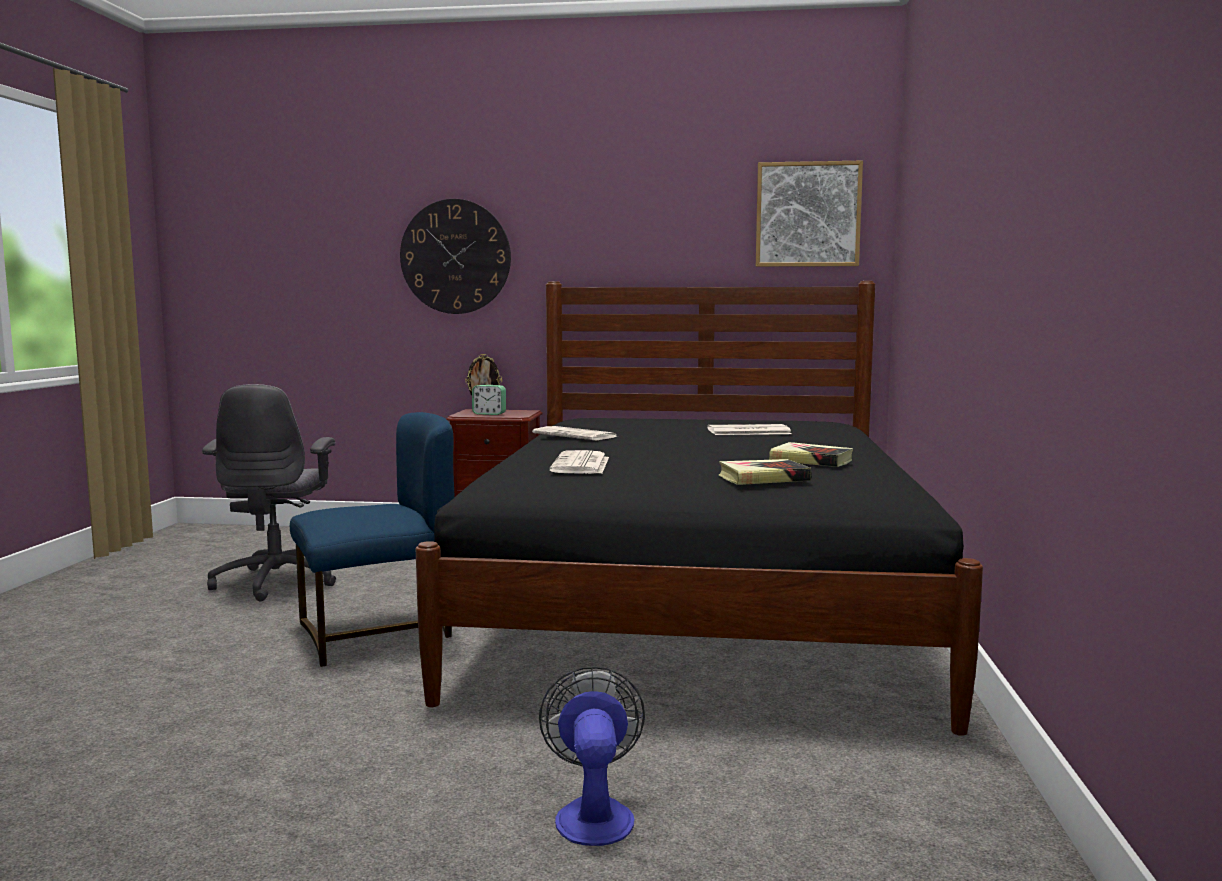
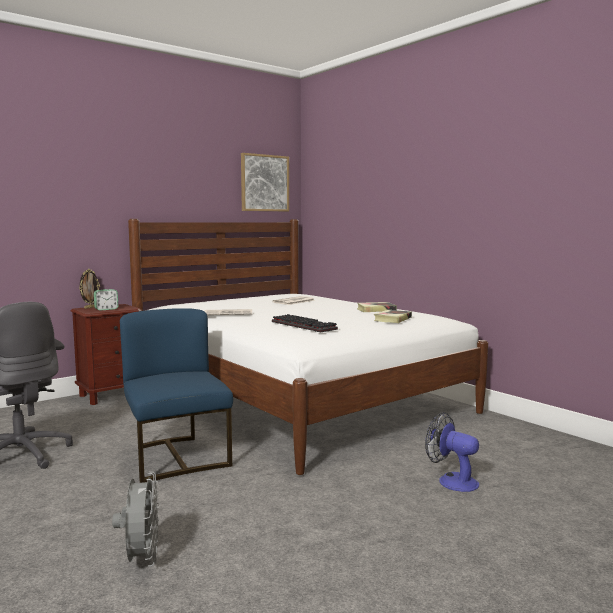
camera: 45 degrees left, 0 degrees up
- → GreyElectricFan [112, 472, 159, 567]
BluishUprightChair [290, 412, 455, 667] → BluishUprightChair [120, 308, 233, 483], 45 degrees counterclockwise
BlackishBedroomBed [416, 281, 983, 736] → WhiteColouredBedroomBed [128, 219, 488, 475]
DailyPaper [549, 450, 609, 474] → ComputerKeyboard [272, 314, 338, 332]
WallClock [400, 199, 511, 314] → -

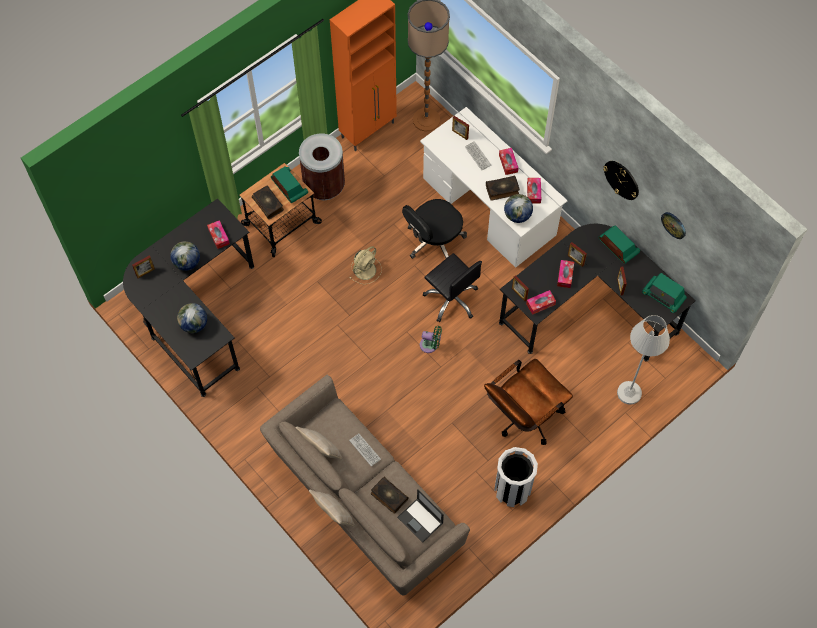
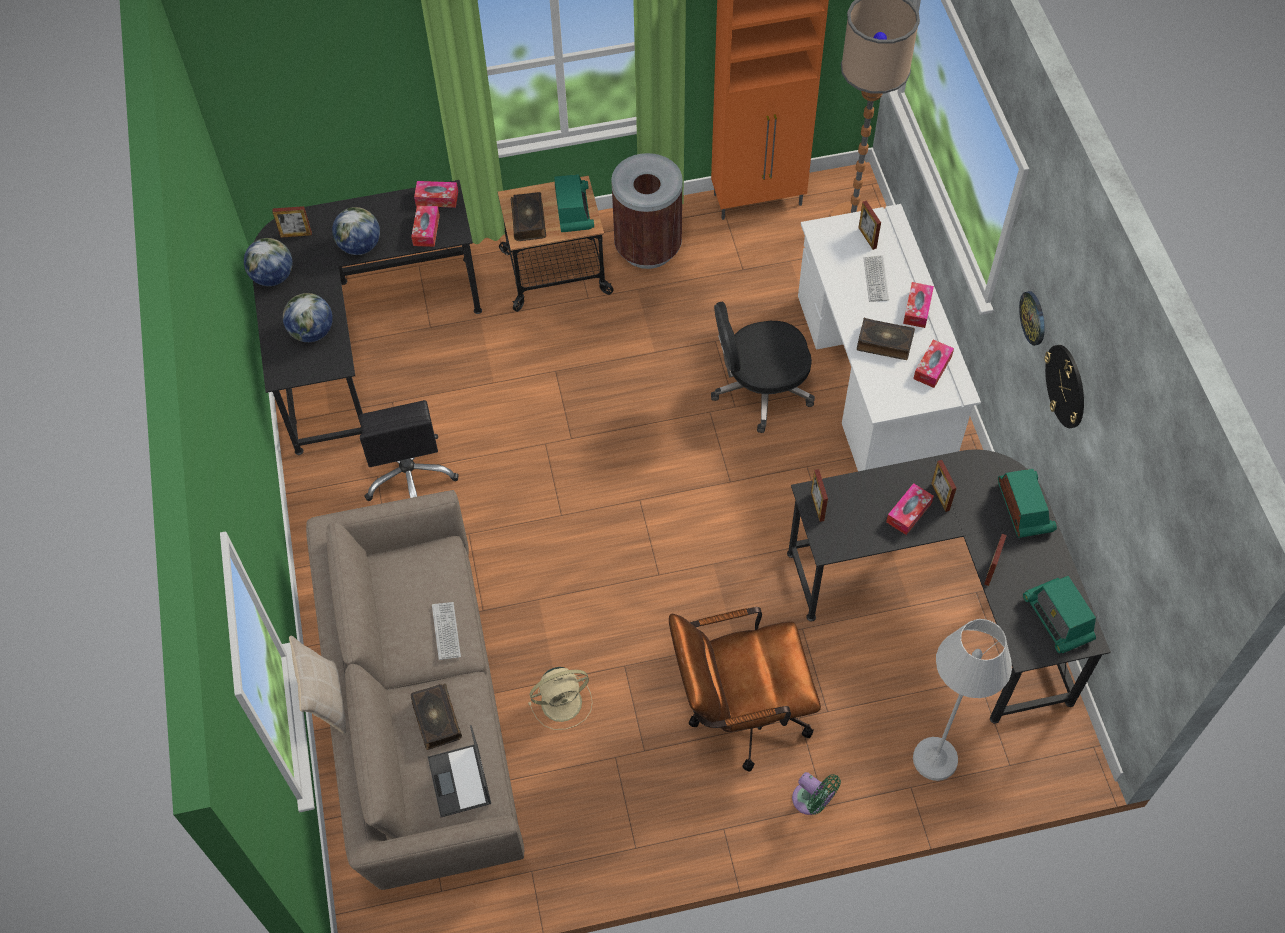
camera: 30 degrees right, 5 degrees down
DeskGlobe [504, 194, 533, 223] → DeskGlobe [244, 238, 293, 286], move
BlackishOfficeChair [423, 253, 482, 322] → BlackishOfficeChair [359, 400, 459, 501], move
BoxOfTissues [526, 290, 556, 315] → BoxOfTissues [414, 181, 458, 208], move
SandColouredElectricFan [350, 246, 382, 284] → SandColouredElectricFan [528, 667, 593, 730], move
GreenishElectricFan [420, 326, 442, 353] → GreenishElectricFan [792, 772, 841, 815], move
WallClock [661, 212, 686, 239] → WallClock [1019, 291, 1045, 346], move
SandColouredCushion [296, 426, 342, 459] → -
WhiteColouredTrashCan [494, 447, 538, 507] → -

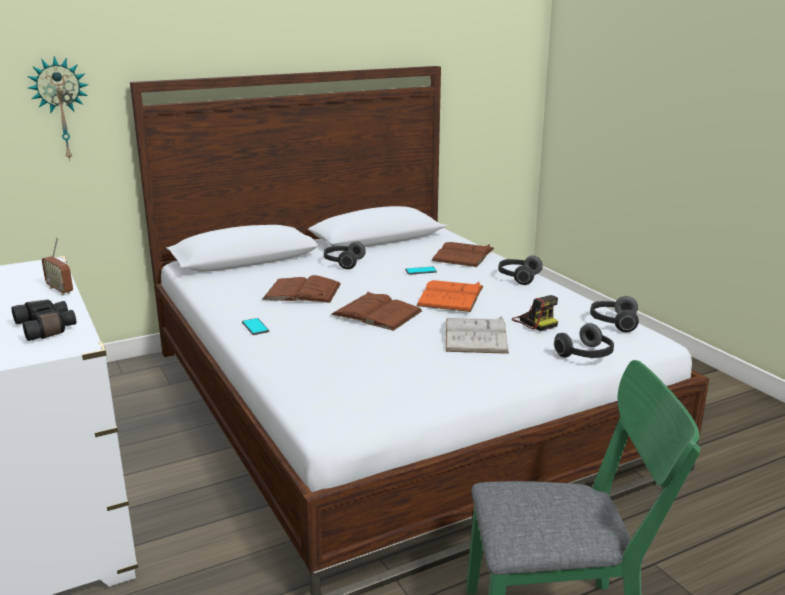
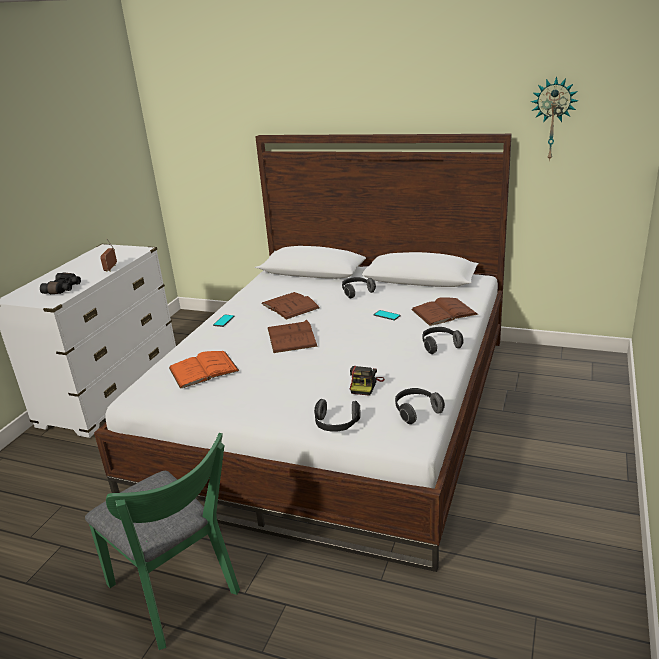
camera: 50 degrees right, 5 degrees up
OrangeBoundBook [416, 280, 483, 312] → OrangeBoundBook [169, 351, 239, 389], move
WallClock [27, 56, 88, 161] → WallClock [531, 76, 579, 162], move
WhiteColouredBoundBook [446, 316, 509, 354] → -

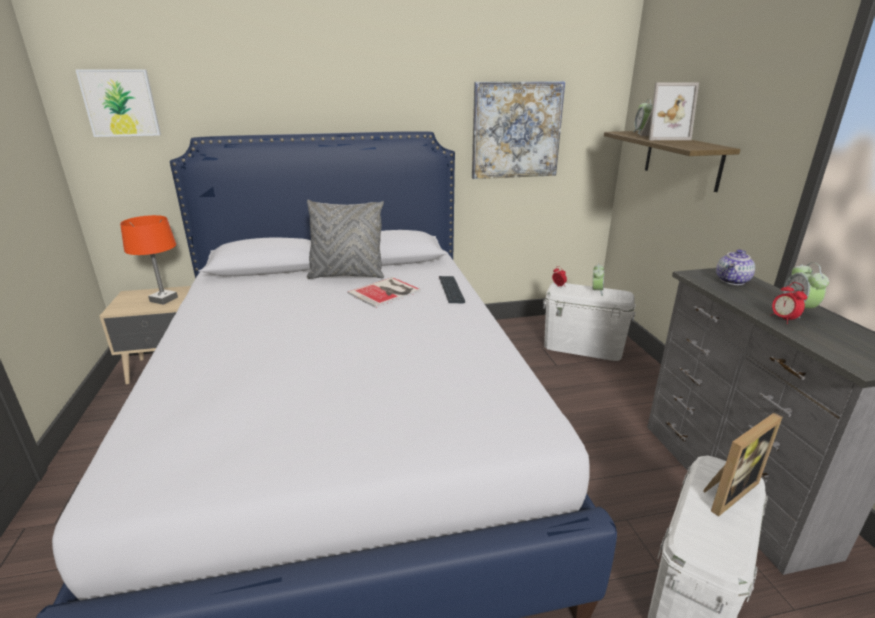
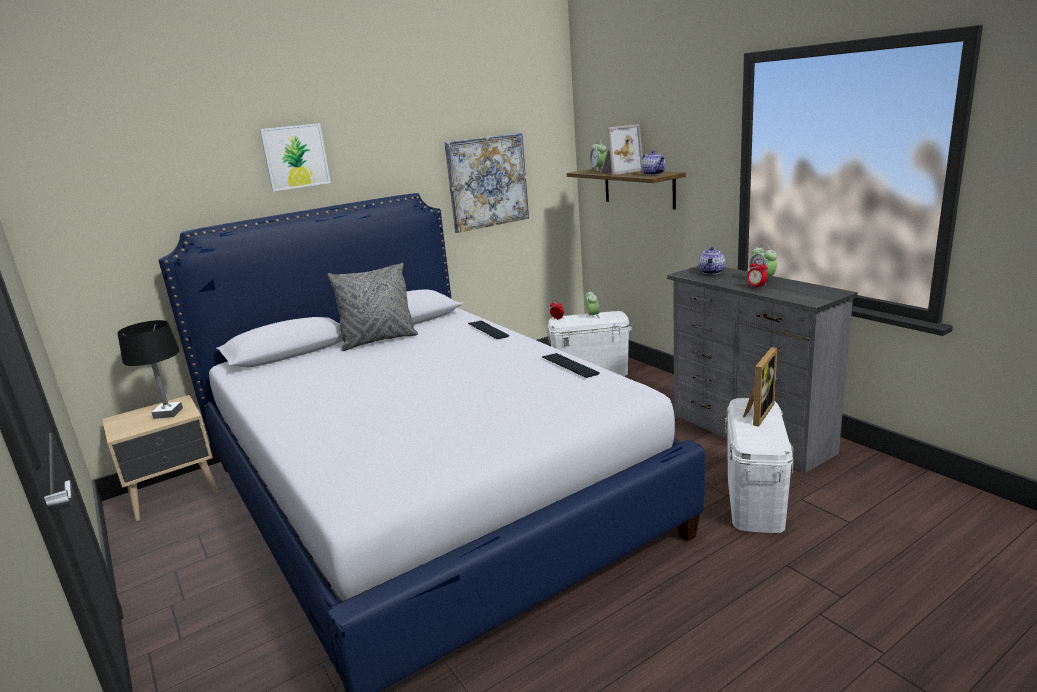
camera: 20 degrees left, 5 degrees down
OrangeTableLamp [120, 215, 178, 305] → BlackishTableLamp [118, 320, 183, 419]
WallArt [76, 70, 161, 137] → WallArt [259, 123, 331, 191], move
- → ComputerKeyboard [542, 353, 600, 378]
- → PotForTea [641, 150, 666, 175]
BoundBook [347, 277, 421, 308] → -

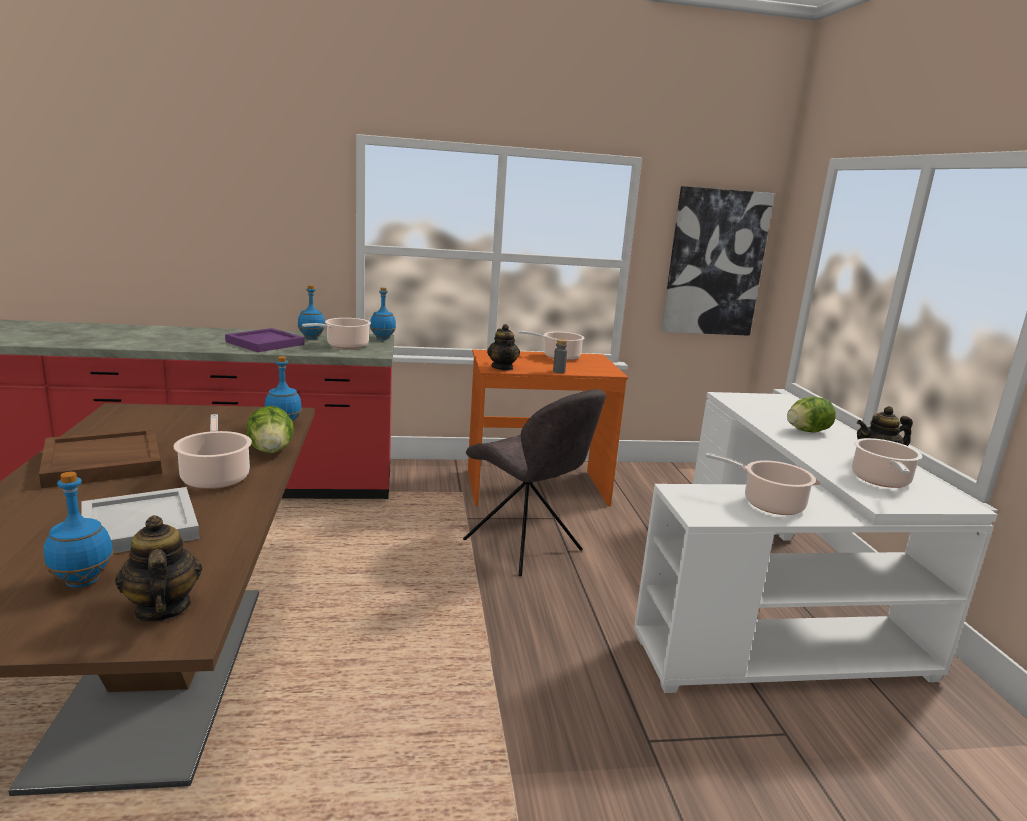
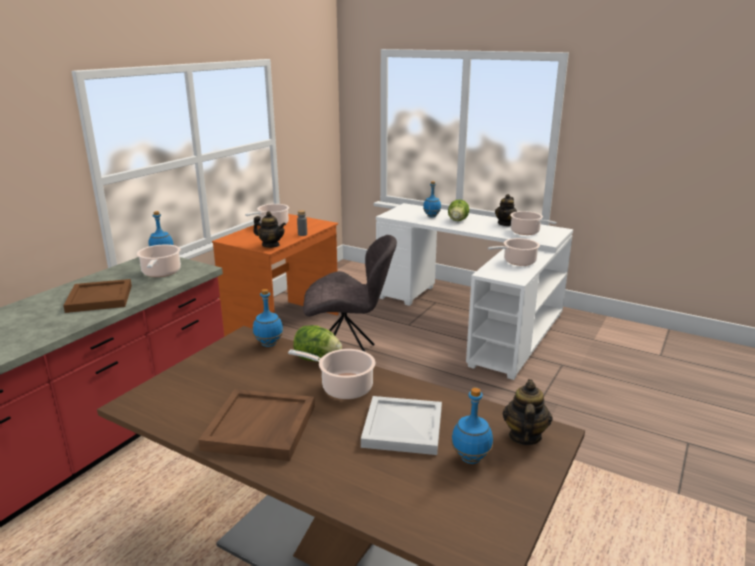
camera: 50 degrees left, 5 degrees up
PurpleColouredServingTray [225, 328, 305, 352] → BrownColouredServingTray [63, 279, 132, 313]
BluishDrinkBottle [298, 285, 325, 339] → BluishDrinkBottle [423, 181, 441, 217], move
PotForTea [115, 515, 202, 623] → PotForTea [503, 379, 552, 445], 90 degrees clockwise
WallArt [661, 186, 775, 336] → -

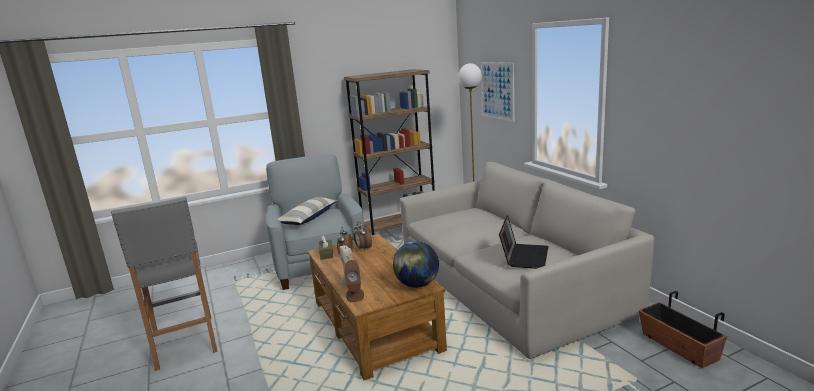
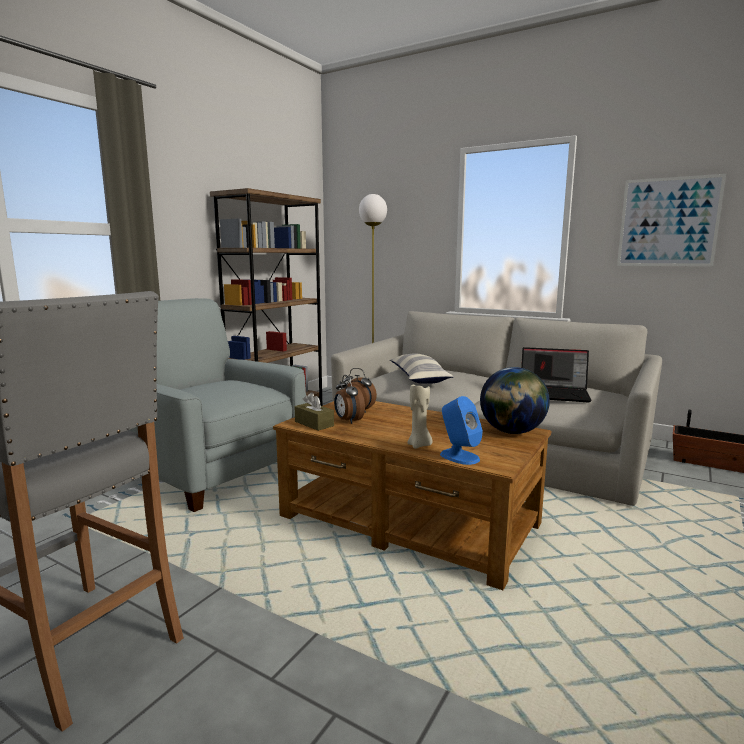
camera: 35 degrees left, 5 degrees down
Cushion [278, 197, 337, 225] → Cushion [390, 353, 454, 384], move
BrownColouredSpeaker [345, 260, 364, 302] → BluishSpeaker [440, 396, 483, 465]
PortableComputer [499, 215, 549, 269] → PortableComputer [521, 347, 592, 402], 120 degrees clockwise
WallArt [480, 62, 514, 122] → WallArt [617, 174, 726, 267], move

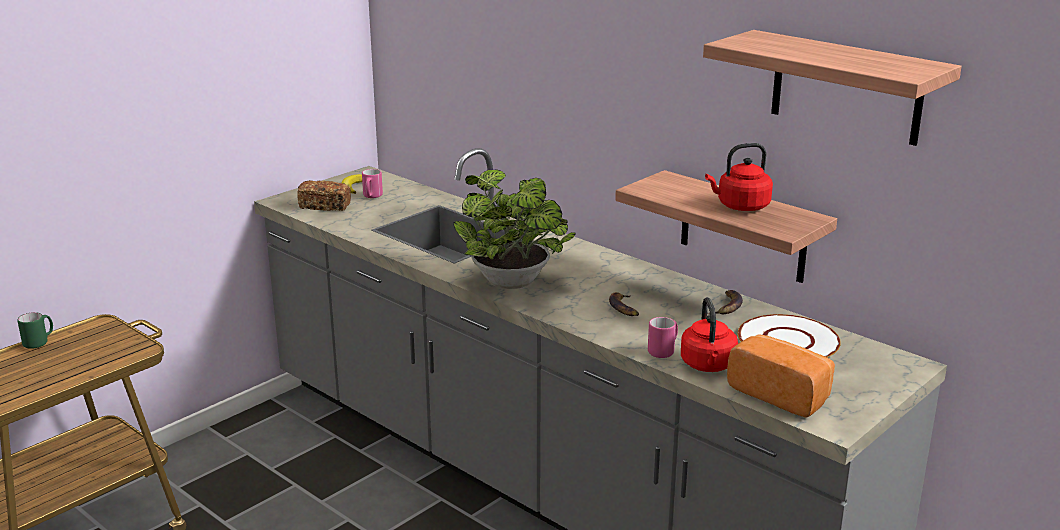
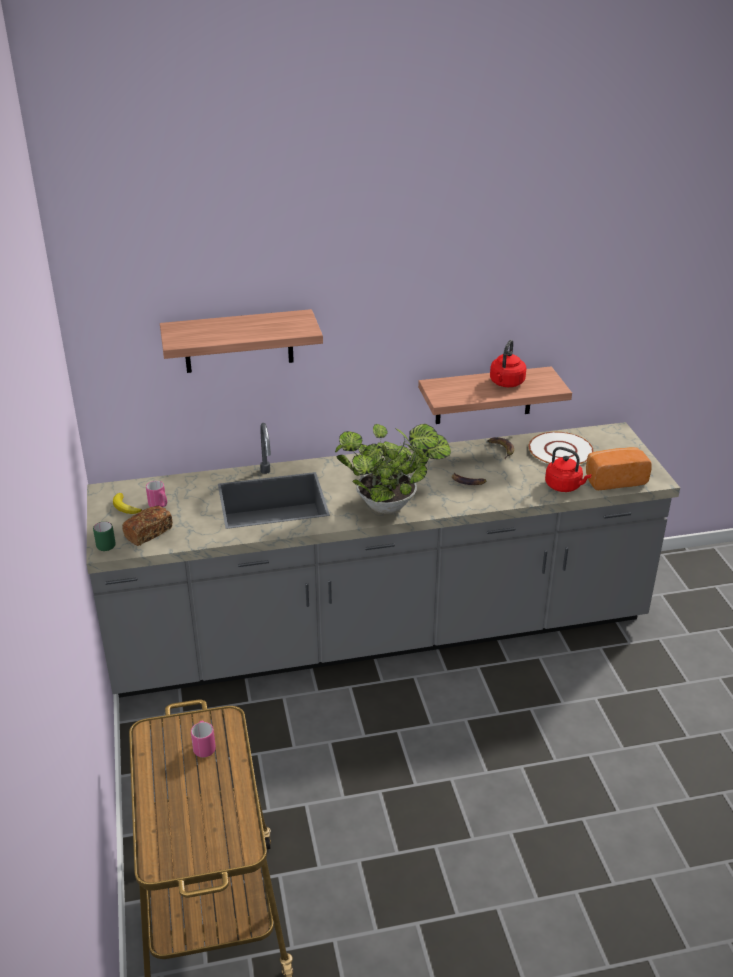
camera: 55 degrees left, 10 degrees up
GreenishTeaMug [17, 312, 53, 349] → GreenishTeaMug [93, 521, 116, 551], move
BracketShelf [703, 30, 962, 146] → BracketShelf [160, 309, 323, 373], move
PinkishTeaMug [648, 317, 678, 358] → PinkishTeaMug [191, 721, 216, 757], move

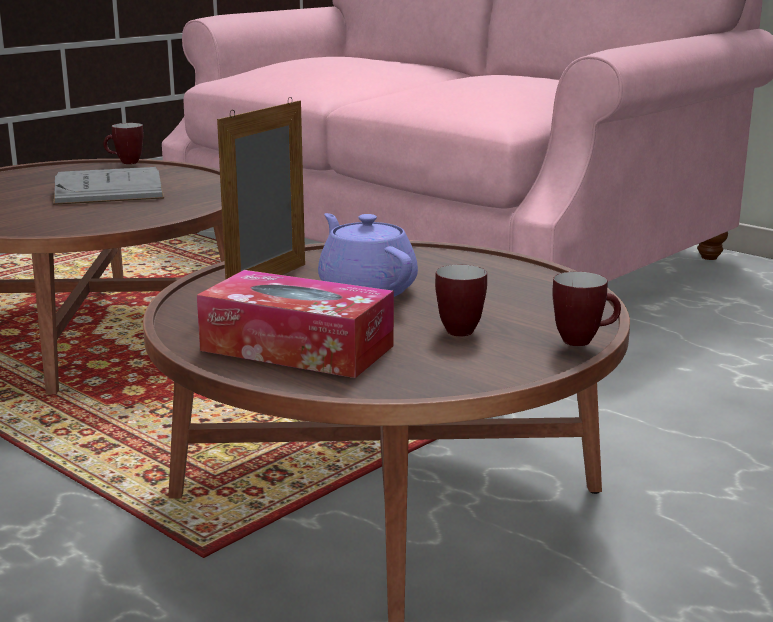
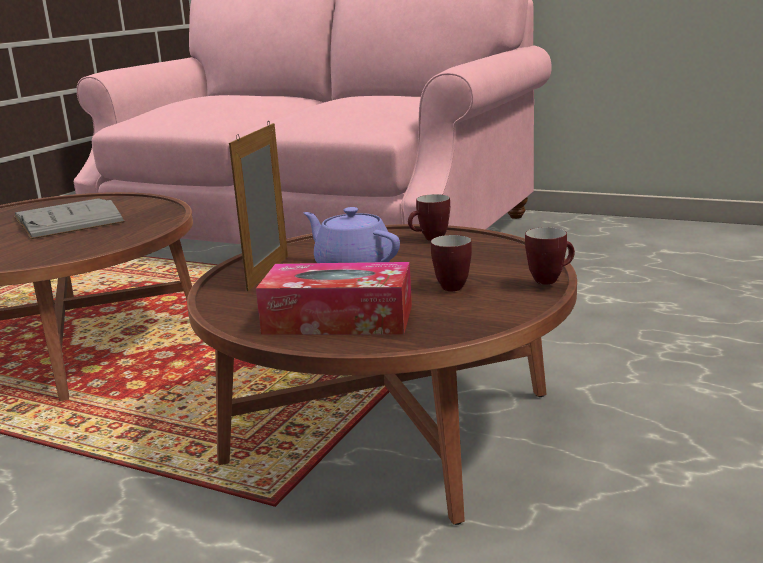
camera: 15 degrees left, 0 degrees up
TeaMug [103, 123, 143, 164] → TeaMug [408, 194, 450, 241], move

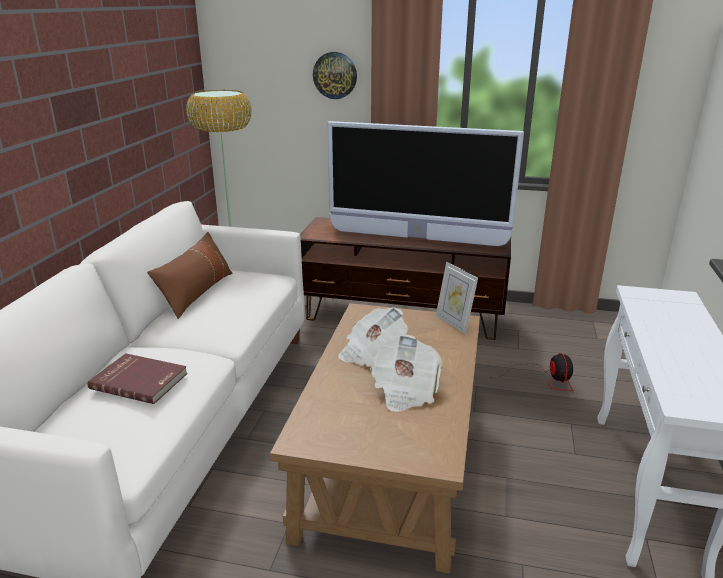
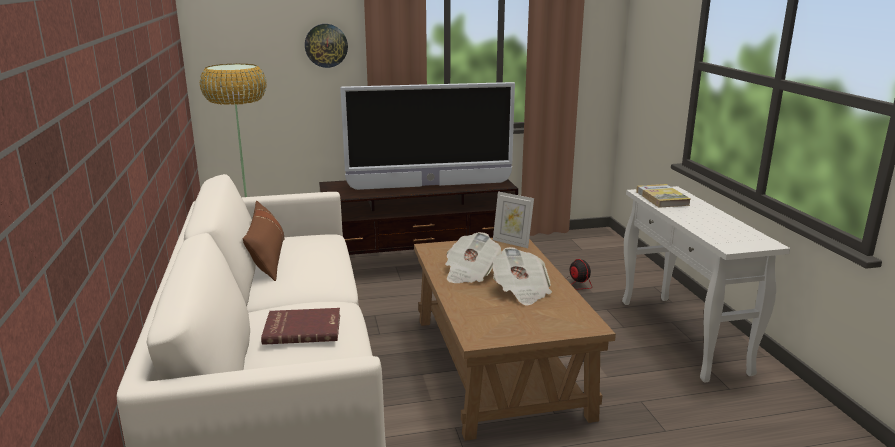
camera: 25 degrees left, 5 degrees down
- → BoundBook [636, 184, 690, 208]

